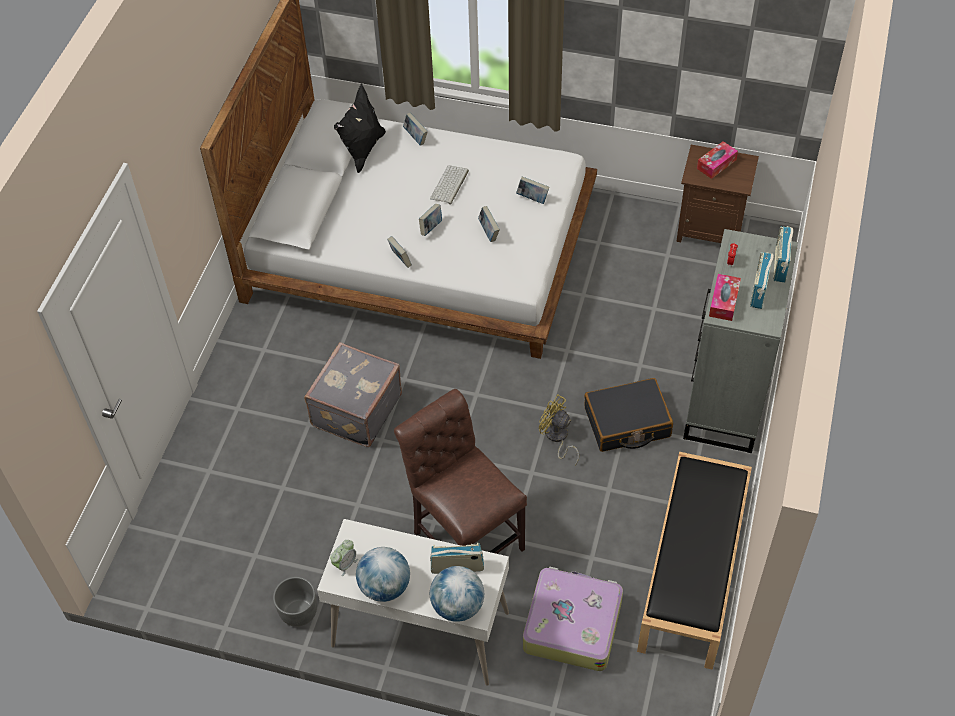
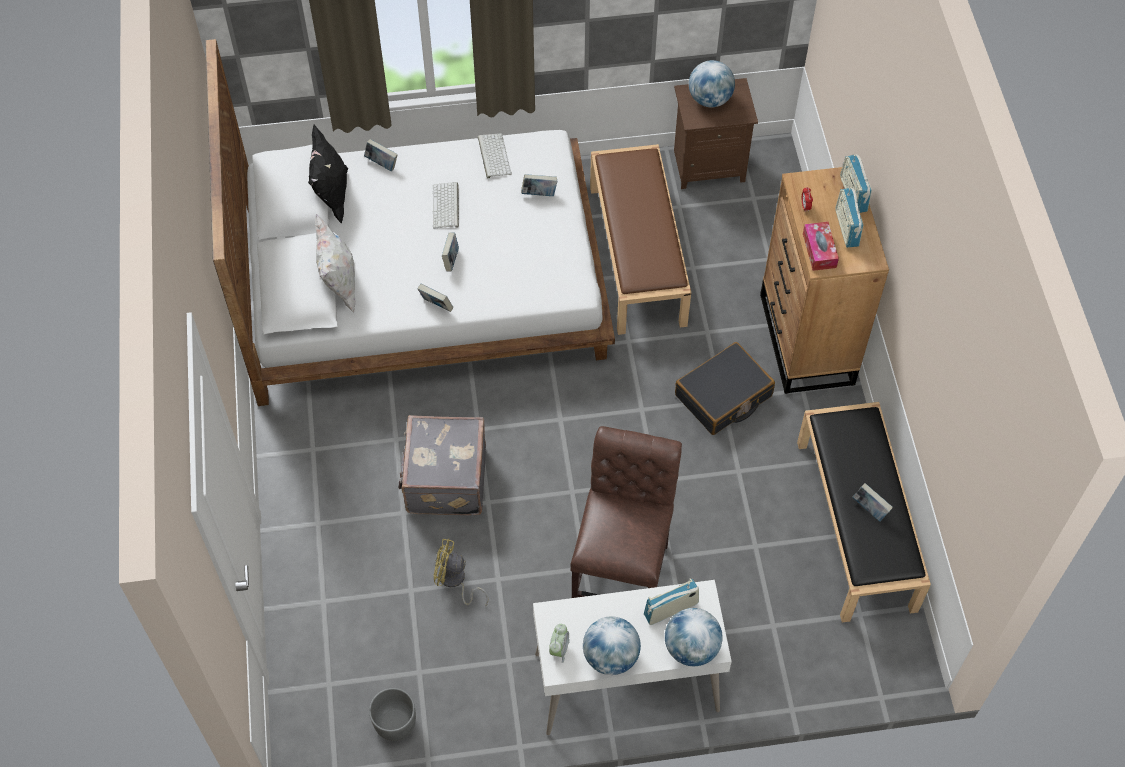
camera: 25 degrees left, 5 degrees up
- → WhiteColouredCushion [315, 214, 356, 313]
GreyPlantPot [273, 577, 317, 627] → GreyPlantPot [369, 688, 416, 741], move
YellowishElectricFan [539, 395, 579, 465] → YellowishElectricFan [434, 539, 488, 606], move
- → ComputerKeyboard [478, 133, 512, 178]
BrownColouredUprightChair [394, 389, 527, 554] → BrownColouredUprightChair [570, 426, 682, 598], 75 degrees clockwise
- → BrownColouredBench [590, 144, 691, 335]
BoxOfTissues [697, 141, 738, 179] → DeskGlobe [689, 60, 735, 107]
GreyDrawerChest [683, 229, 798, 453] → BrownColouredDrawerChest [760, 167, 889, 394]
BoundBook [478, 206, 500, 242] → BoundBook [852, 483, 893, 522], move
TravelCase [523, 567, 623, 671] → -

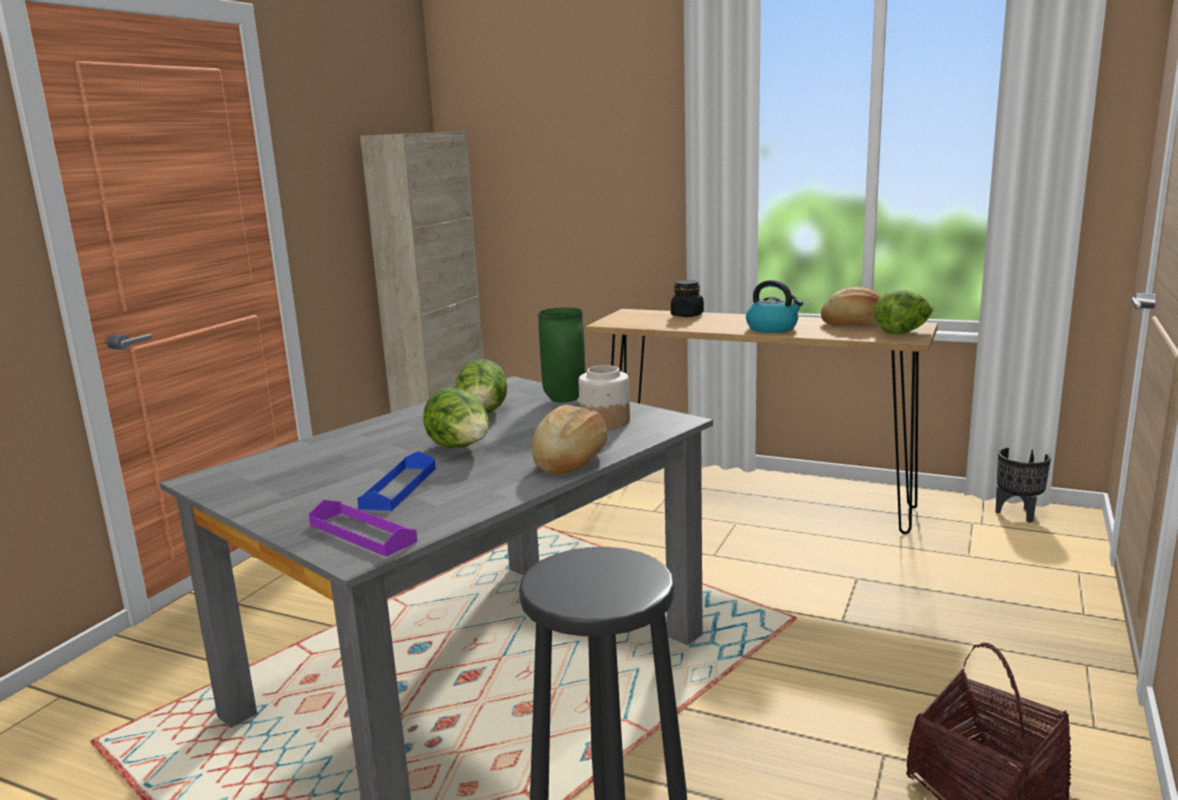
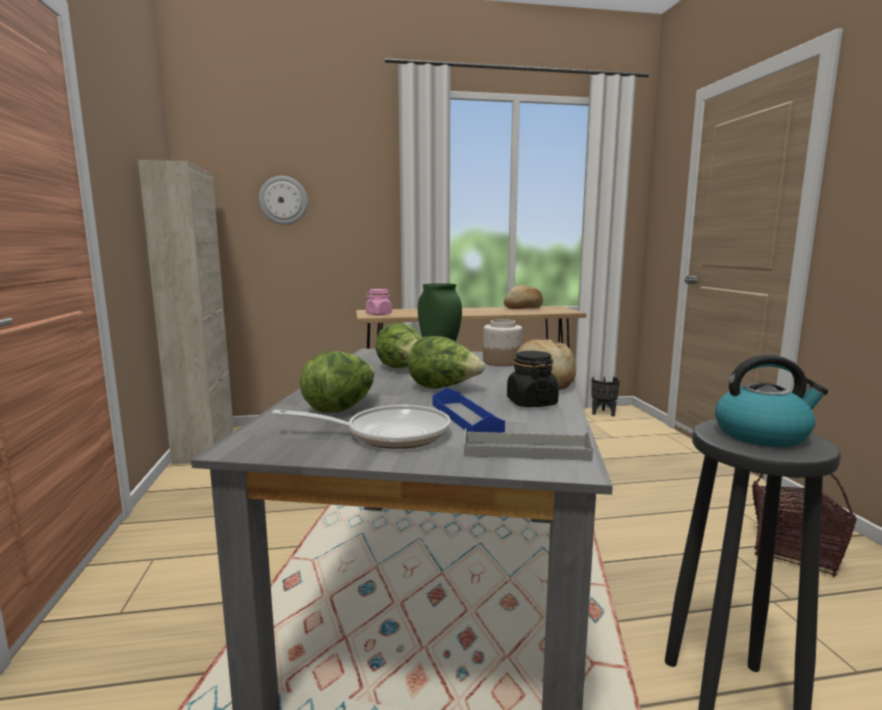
camera: 35 degrees left, 5 degrees down
- → WallClock [259, 176, 308, 225]
- → FryingPan [272, 405, 451, 449]
Lettuce [874, 290, 934, 334] → Lettuce [300, 351, 375, 413], move
- → PinkishPreserveJar [366, 289, 392, 315]
PurpleColouredServingTray [309, 500, 418, 557] → GreyServingTray [464, 428, 593, 461]
BlackishPreserveJar [671, 280, 704, 317] → BlackishPreserveJar [507, 351, 559, 407], move
Kettle [746, 280, 803, 333] → Kettle [715, 355, 828, 447], move

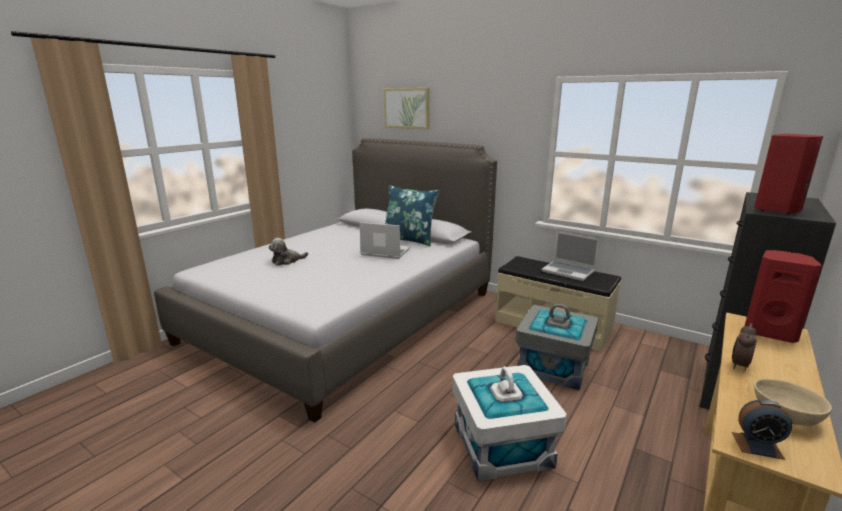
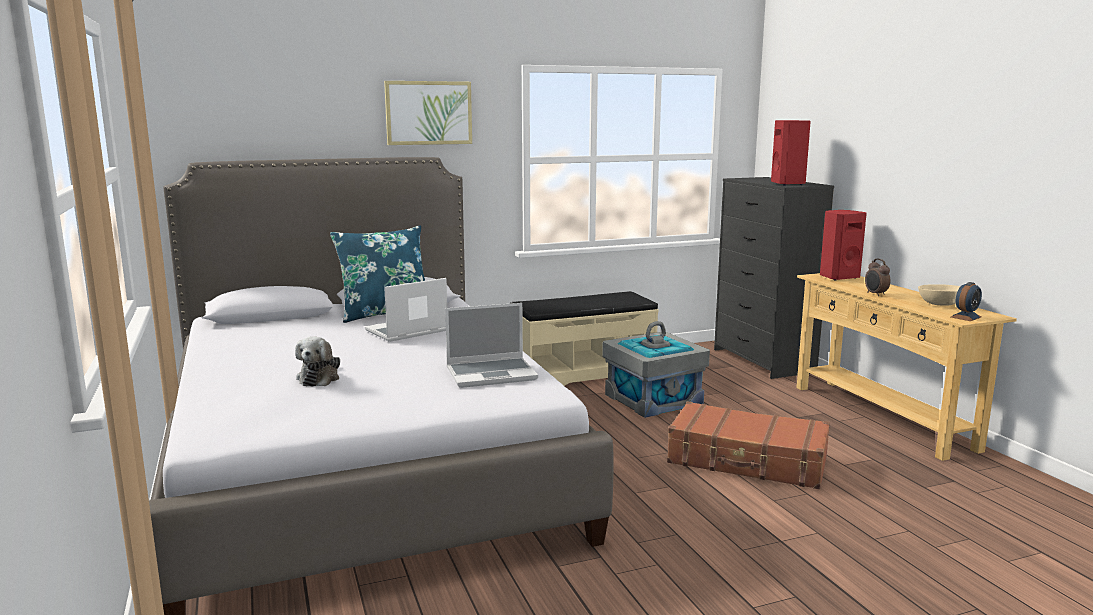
camera: 55 degrees left, 5 degrees down
WallArt [384, 88, 429, 129] → WallArt [384, 81, 472, 145], move
PortableComputer [541, 232, 599, 281] → PortableComputer [445, 303, 538, 388], move
WhiteColouredStorageBox [452, 365, 567, 482] → BrownColouredTravelCase [667, 401, 830, 489]

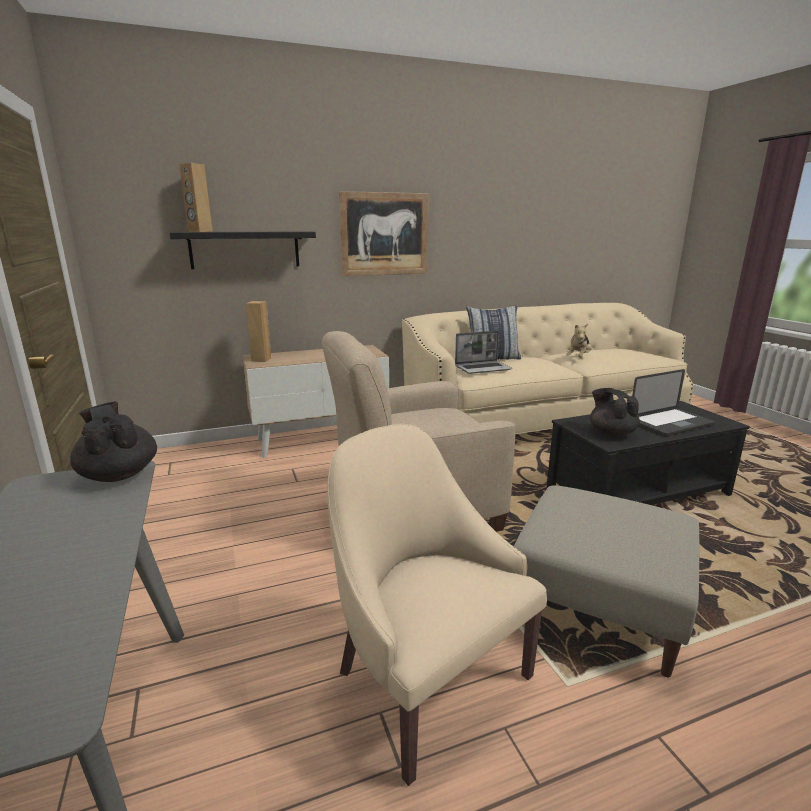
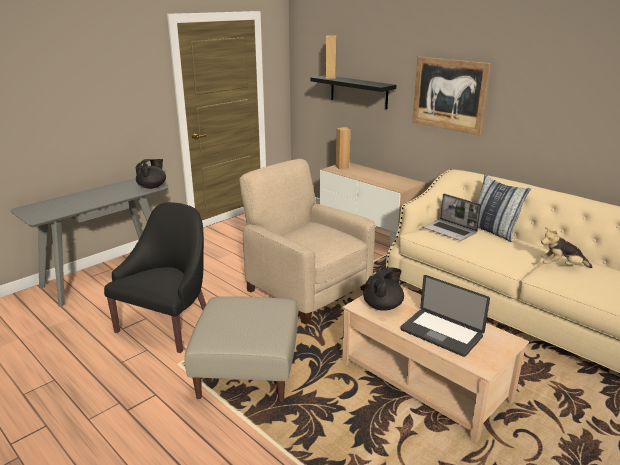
camera: 65 degrees right, 5 degrees up
SandColouredEasyChair [327, 424, 547, 786] → BlackishEasyChair [104, 202, 206, 353]
BlackishCoffeeTable [547, 401, 750, 505] → SandColouredCoffeeTable [342, 286, 529, 444]

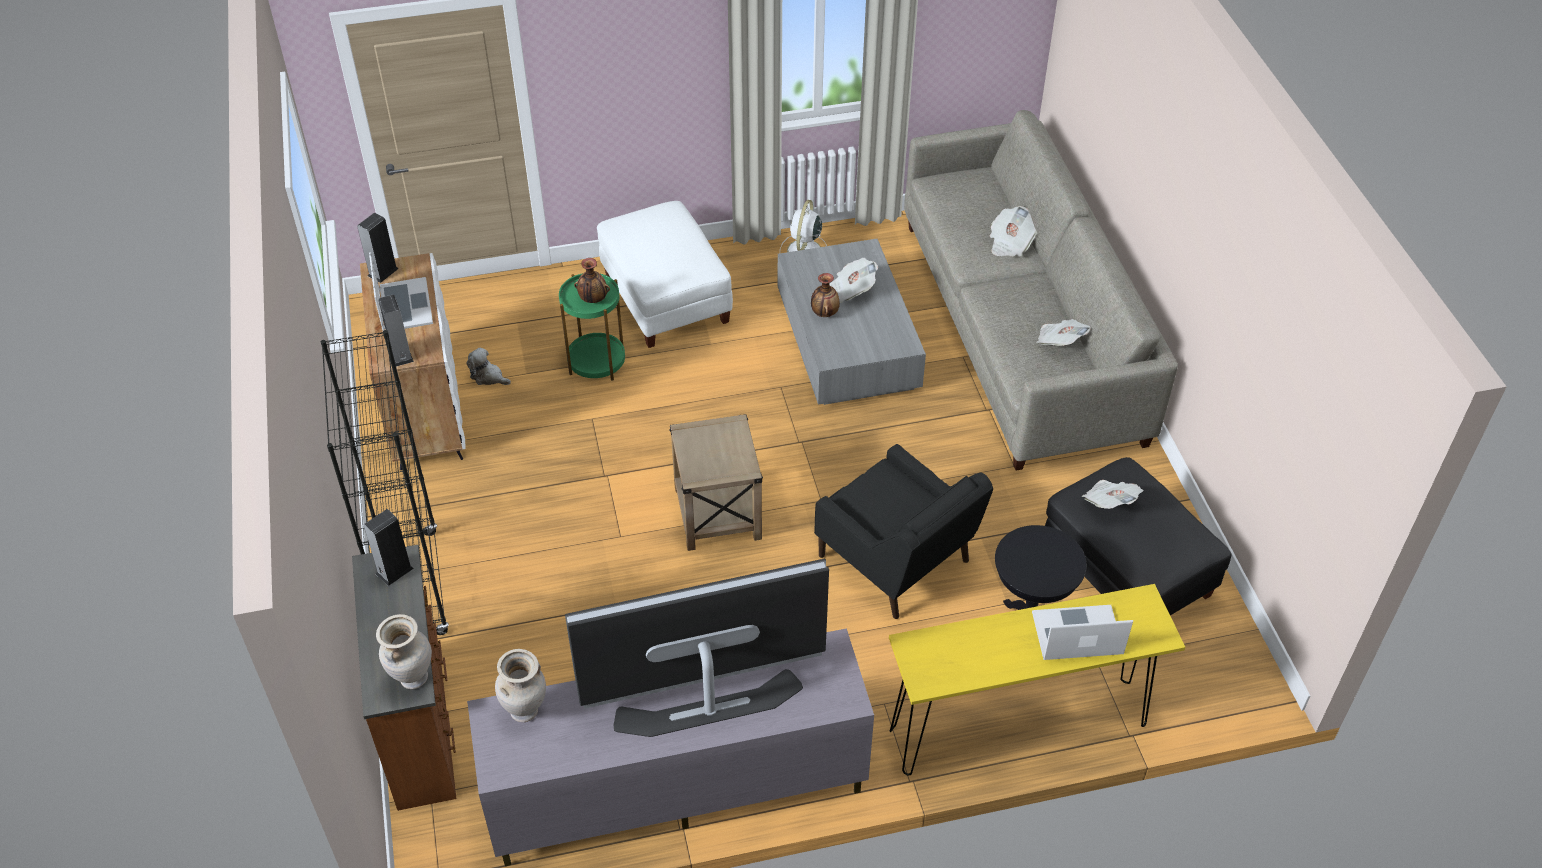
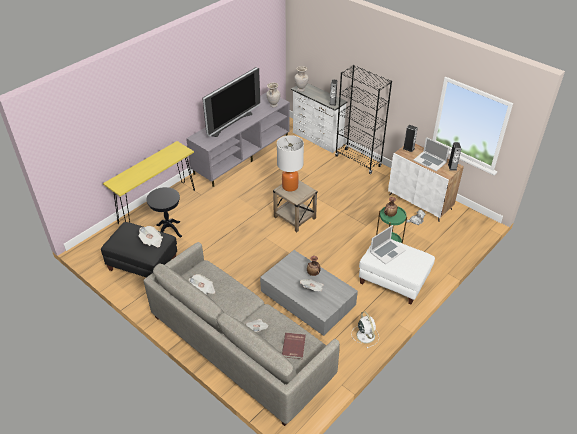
camera: 145 degrees right, 5 degrees down
- → TableLamp [277, 135, 304, 192]
- → RedBoundBook [282, 333, 306, 359]
BrownColouredDrawerChest [352, 545, 457, 811] → WhiteColouredDrawerChest [291, 83, 347, 153]
PortableComputer [1032, 605, 1133, 660] → PortableComputer [370, 225, 406, 265], move
BlackishEasyChair [814, 444, 993, 619] → -

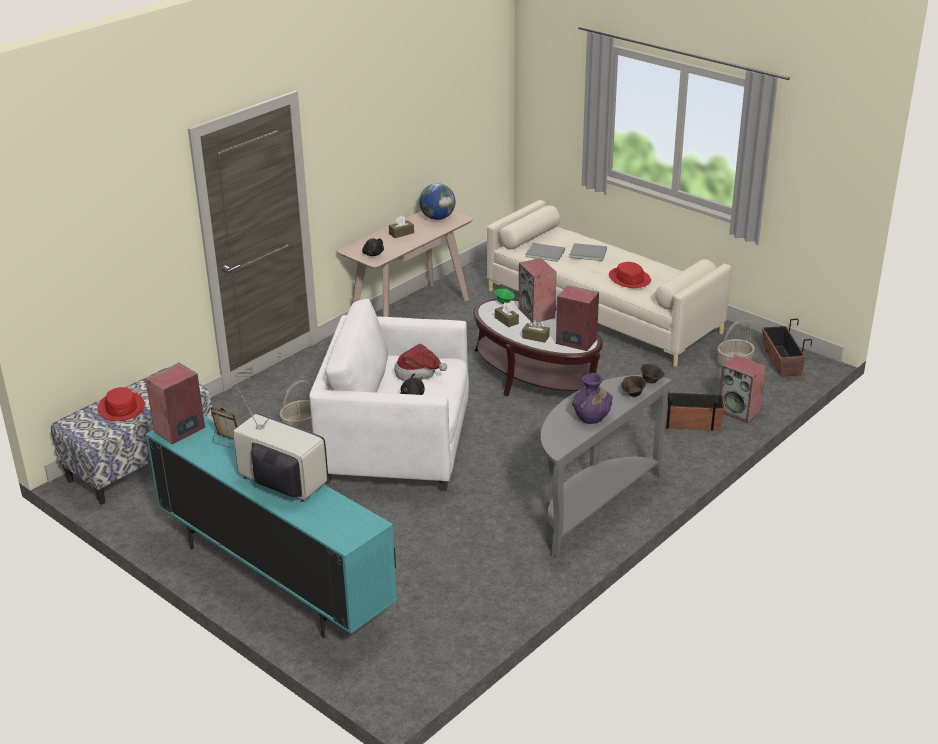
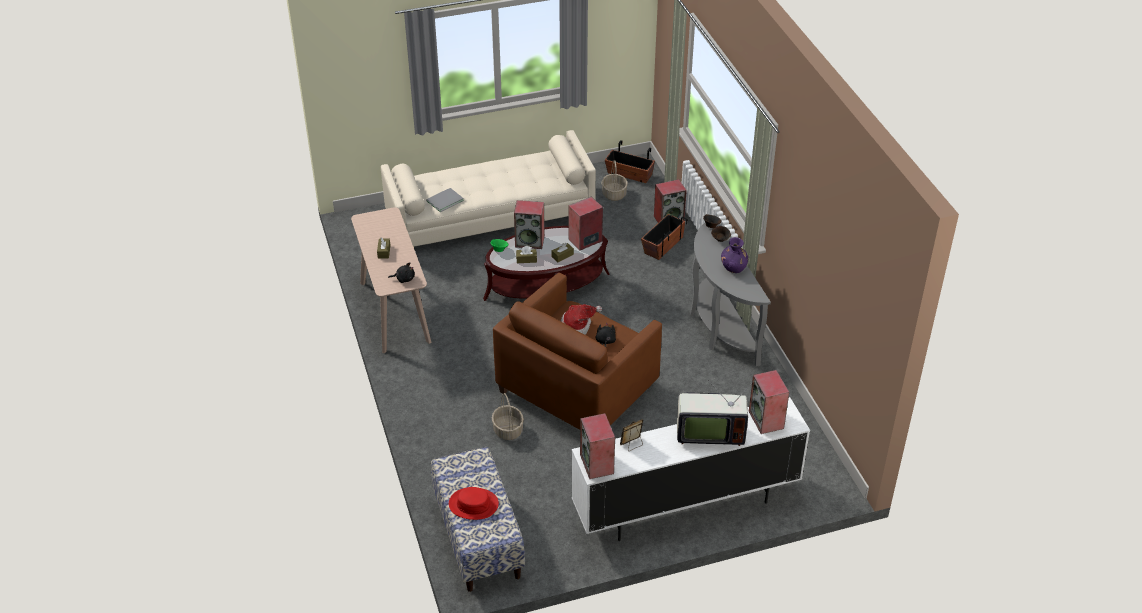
camera: 60 degrees left, 10 degrees up
WhiteColouredEasyChair [309, 299, 469, 491] → BrownColouredEasyChair [493, 273, 662, 430]
BlueGreenTvUnit [146, 416, 397, 638] → WhiteColouredTvUnit [572, 397, 810, 541]
Tv [233, 385, 328, 502] → Tv [677, 380, 754, 446], 150 degrees counterclockwise
- → Speaker [749, 370, 789, 434]
DeskGlobe [419, 183, 455, 220] → -
GreyBoundBook [569, 243, 607, 261] → -
RedHat [609, 262, 651, 288] → -

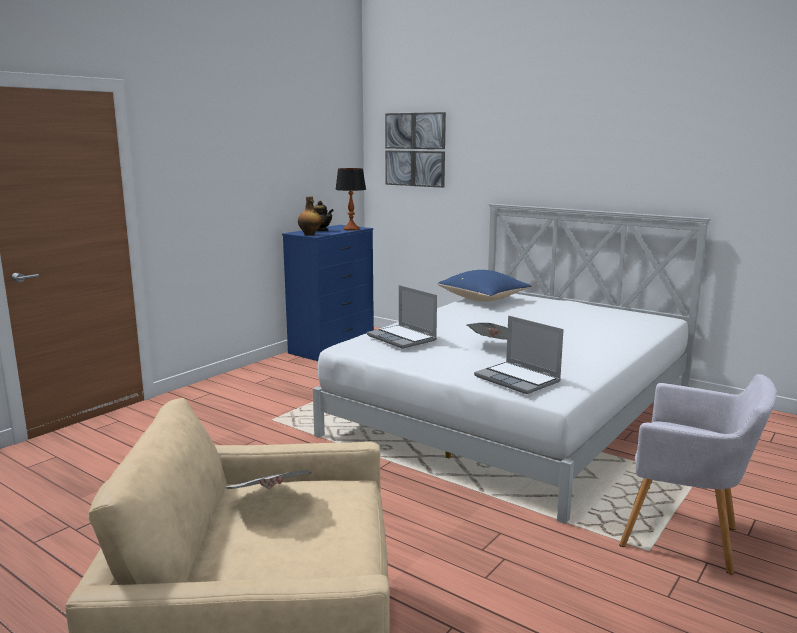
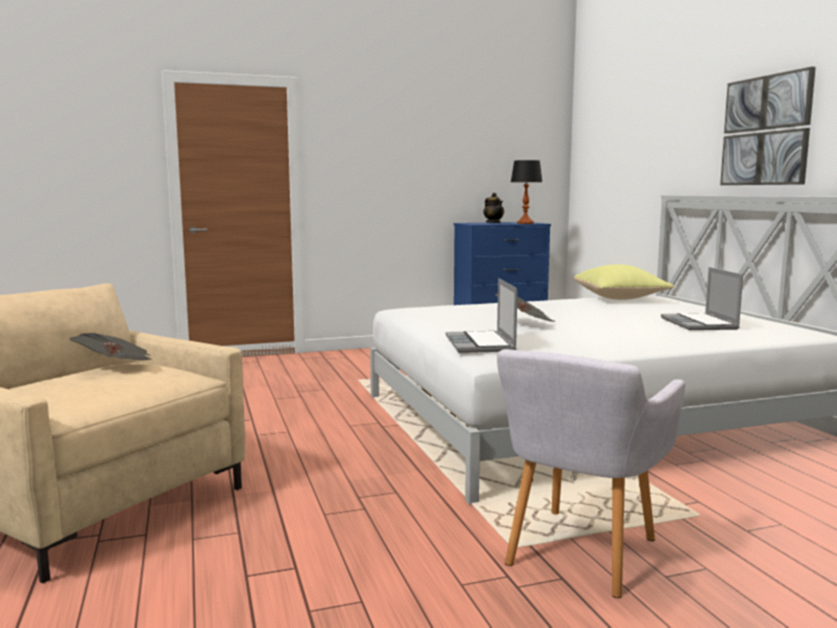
camera: 35 degrees right, 5 degrees down
GreyEasyChair [619, 374, 777, 574] → GreyEasyChair [497, 349, 686, 598], 60 degrees clockwise
BluishCushion [438, 270, 532, 302] → YellowishCushion [574, 264, 675, 300]
PortableComputer [367, 285, 437, 349] → PortableComputer [661, 267, 743, 330], move
WallArt [385, 112, 446, 188] → WallArt [720, 67, 816, 185], move
DrinkBottle [298, 196, 322, 235] → -

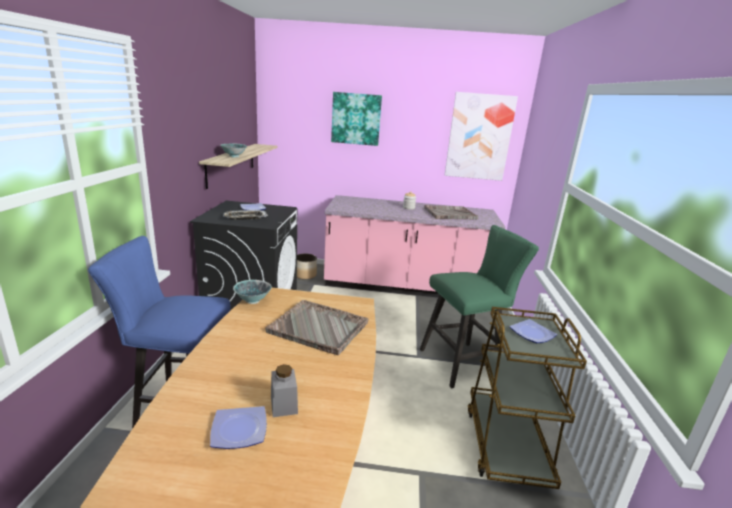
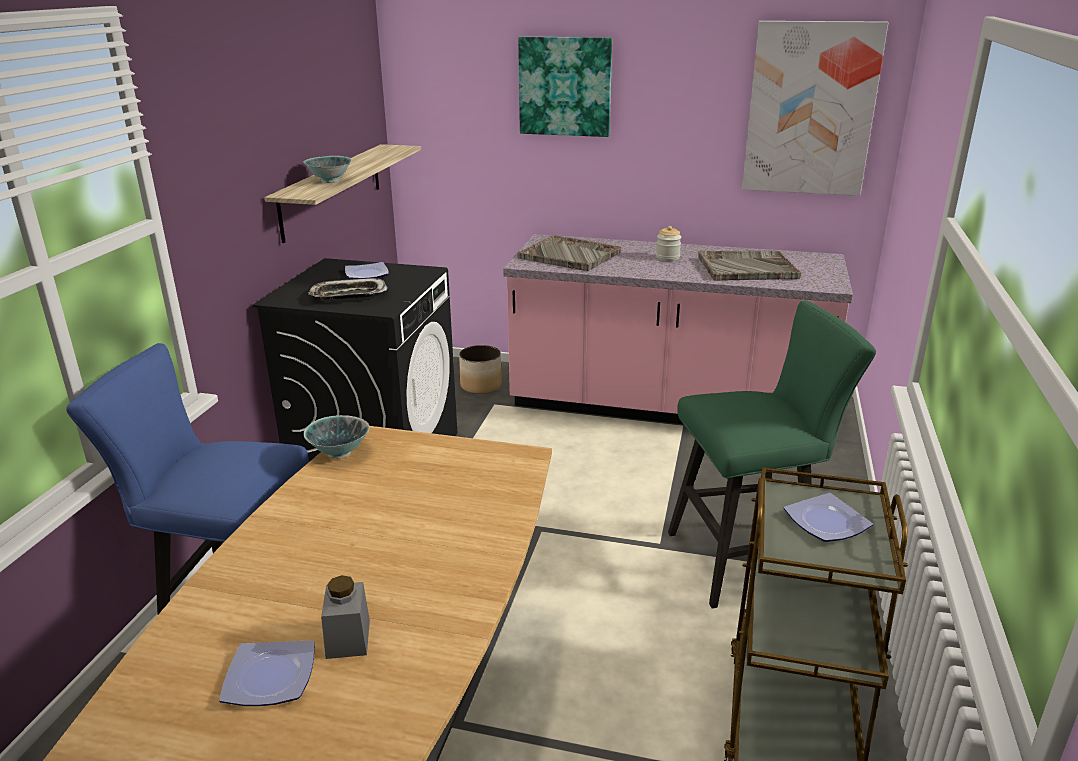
camera: 10 degrees right, 5 degrees up
GreyServingTray [265, 300, 368, 355] → GreyServingTray [517, 235, 621, 271], move

